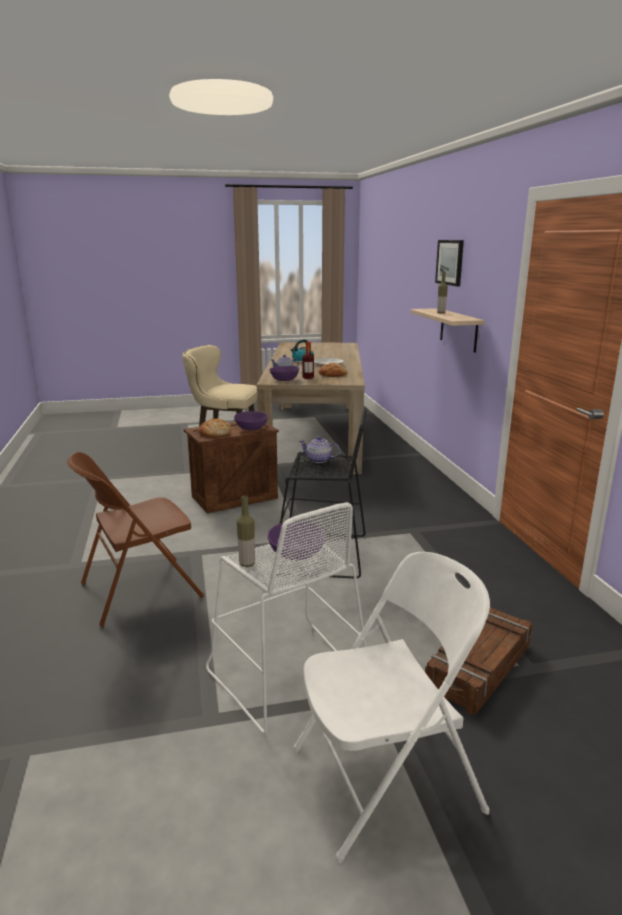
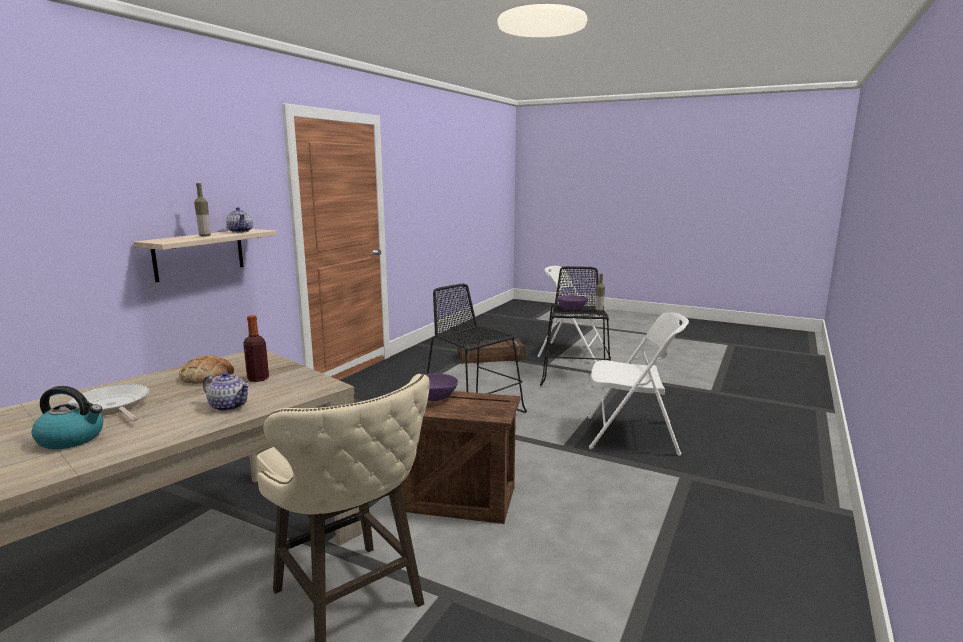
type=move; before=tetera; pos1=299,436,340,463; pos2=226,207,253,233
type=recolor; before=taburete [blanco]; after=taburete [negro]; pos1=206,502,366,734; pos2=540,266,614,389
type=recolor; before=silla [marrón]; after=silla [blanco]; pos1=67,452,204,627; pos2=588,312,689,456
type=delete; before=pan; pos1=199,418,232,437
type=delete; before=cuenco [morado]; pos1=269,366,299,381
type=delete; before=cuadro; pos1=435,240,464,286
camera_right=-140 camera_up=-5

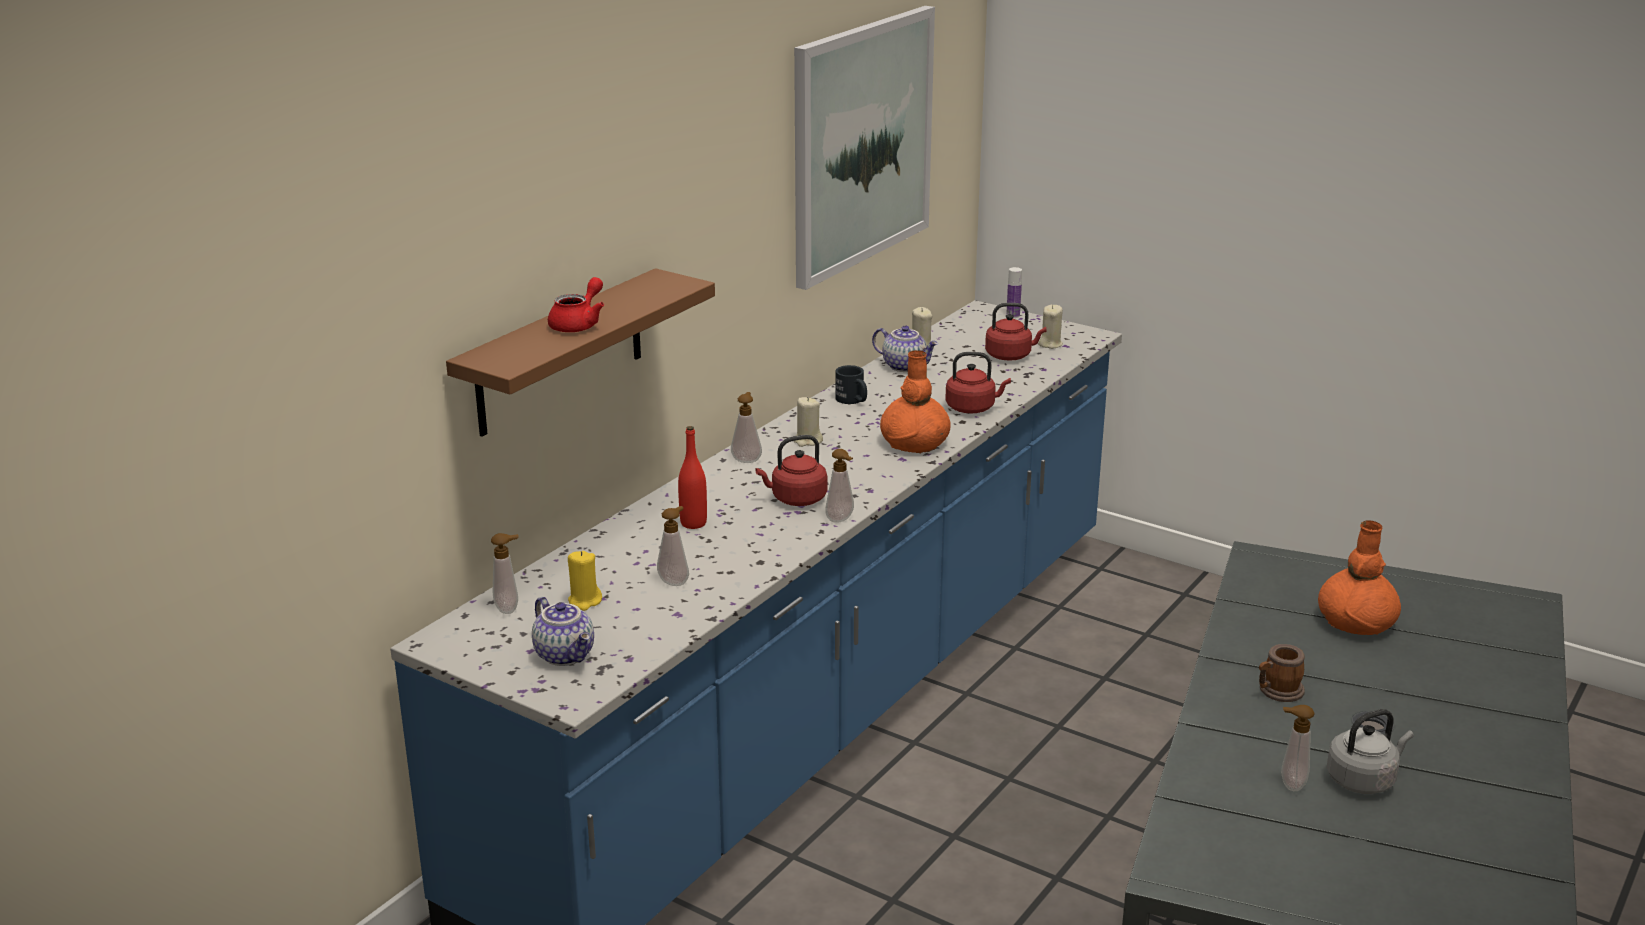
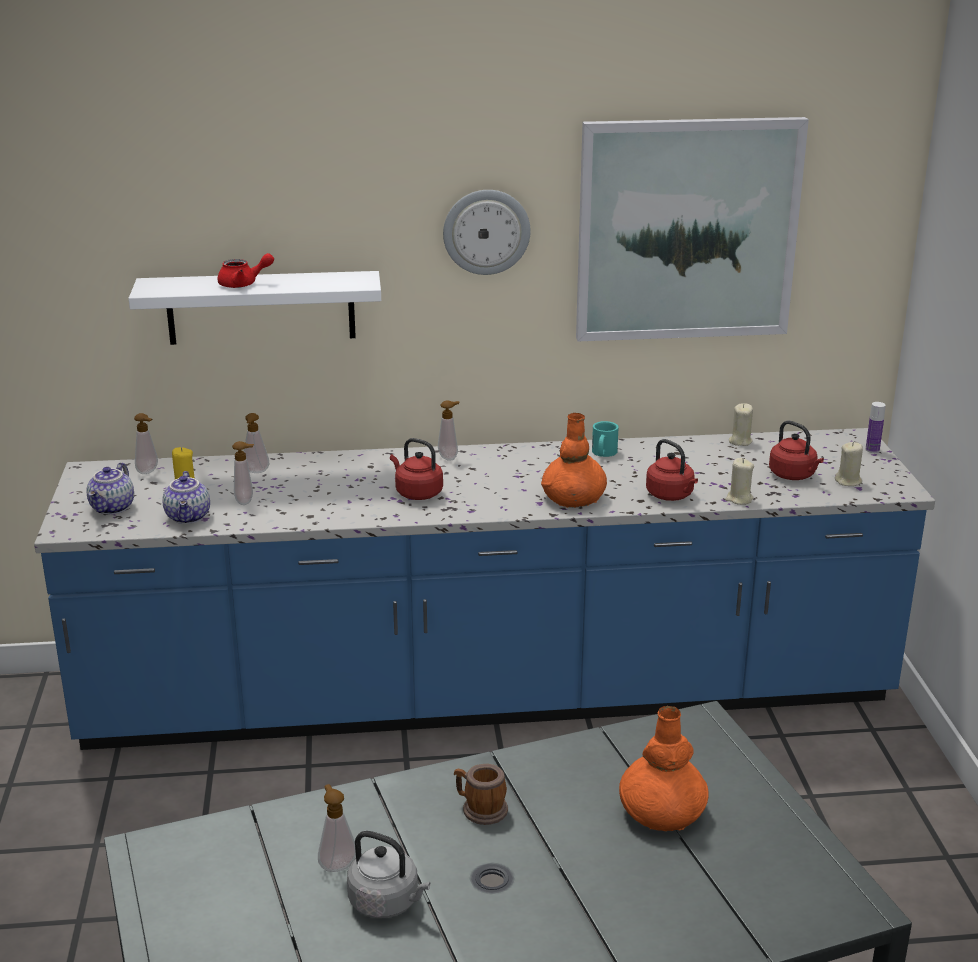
type=recolor; before=estante [marrón]; after=estante [blanco]; pos1=446,268,715,437; pos2=128,271,381,345
type=move; before=tetera; pos1=872,326,938,372; pos2=162,471,210,524
type=move; before=dispensador de jabón; pos1=825,449,854,523; pos2=244,413,270,473
type=insert; after=reloj de pared; pos2=443,190,531,275
type=recolor; before=taza grande [negro]; after=taza grande [turquesa]; pos1=835,365,867,404; pos2=592,421,619,457
type=move; before=vela [beis]; pos1=794,397,823,447; pos2=725,458,754,505
type=delete; before=botella [rojo]; pos1=678,426,707,529
camera_right=50 camera_up=0

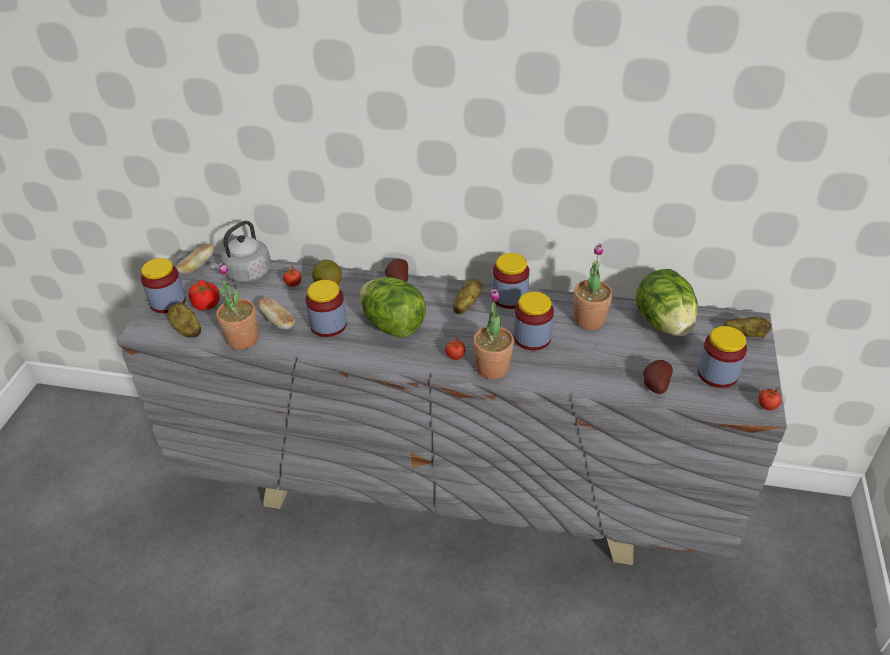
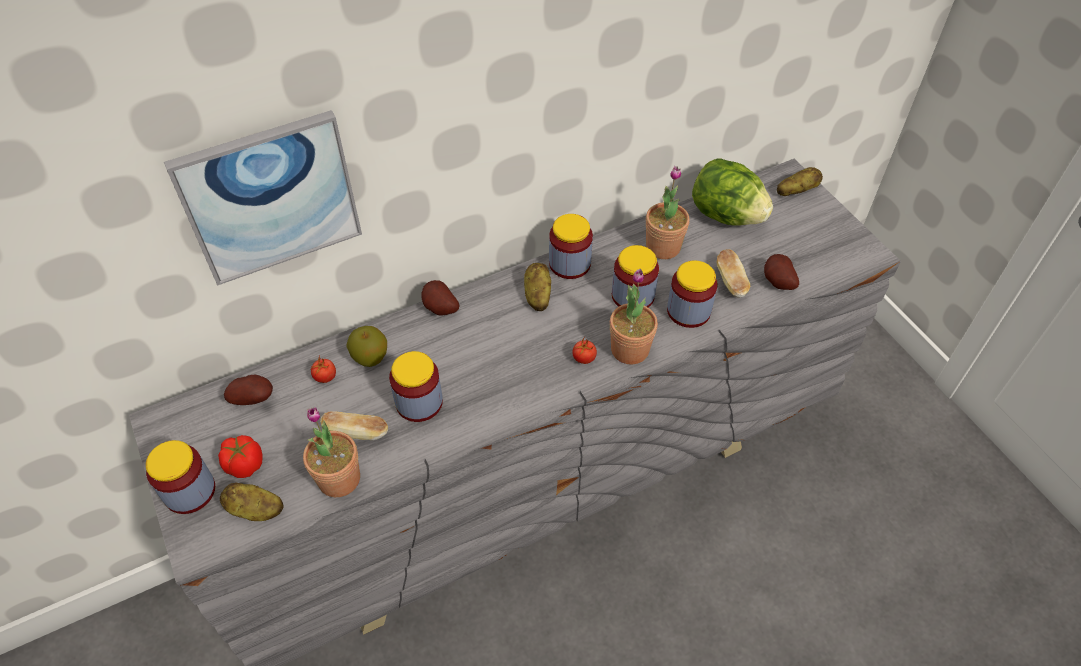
type=insert; after=cuadro; pos2=164,110,362,285
type=replace; before=hervidor [gris]; after=patata; pos1=210,221,271,283; pos2=224,375,273,405
type=move; before=tarro; pos1=698,326,747,388; pos2=667,260,718,328
type=move; before=pan; pos1=176,244,214,273; pos2=716,249,750,298
type=delete; before=lechuga; pos1=359,277,426,338
type=delete; before=tomate; pos1=758,387,782,410
camera_right=-40 camera_up=10

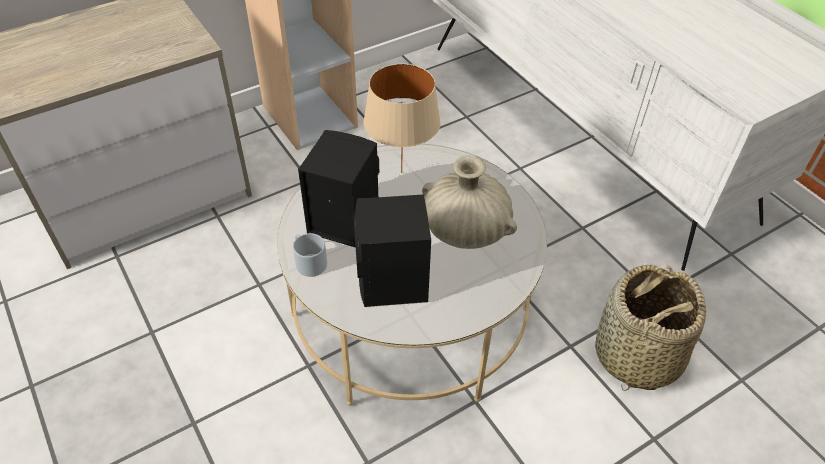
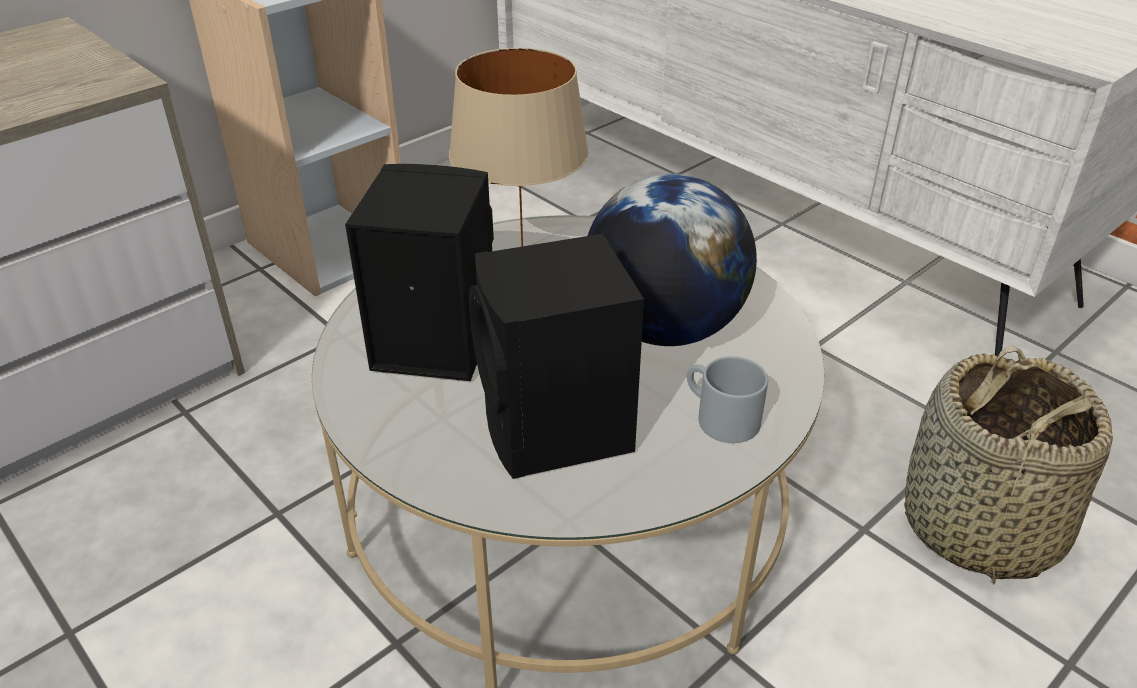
type=replace; before=florero [beis]; after=globo terráqueo; pos1=422,156,517,249; pos2=588,174,757,346
type=move; before=taza grande [gris]; pos1=293,233,327,277; pos2=687,356,768,443
camera_right=-10 camera_up=-10

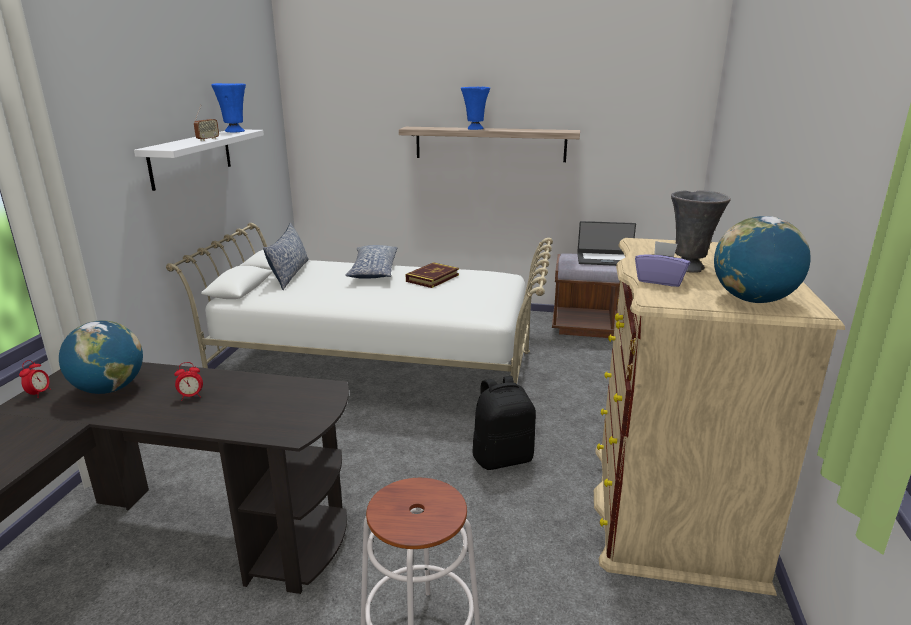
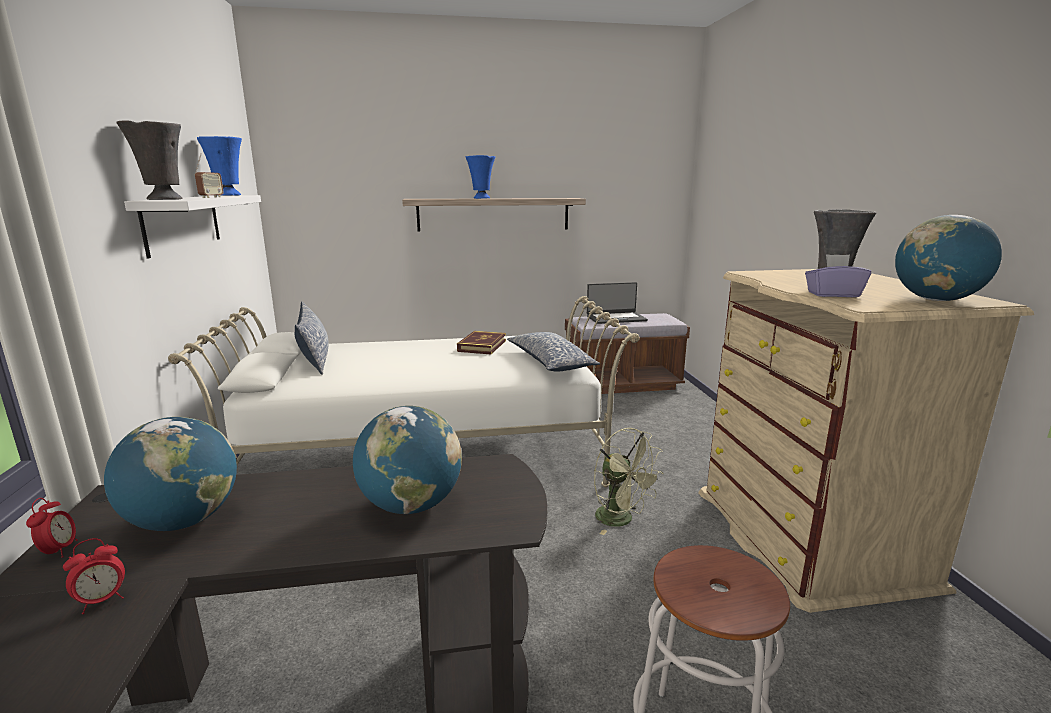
type=move; before=despertador; pos1=174,362,203,401; pos2=63,538,125,614
type=insert; after=florero [gris]; pos2=116,120,183,200
type=insert; after=globo terráqueo; pos2=353,406,462,514
type=move; before=cojín; pos1=345,245,397,279; pos2=507,332,600,372
type=replace; before=mochila [negro]; after=ventilador [verde]; pos1=472,376,536,470; pos2=594,428,664,535
camera_right=-20 camera_up=-5

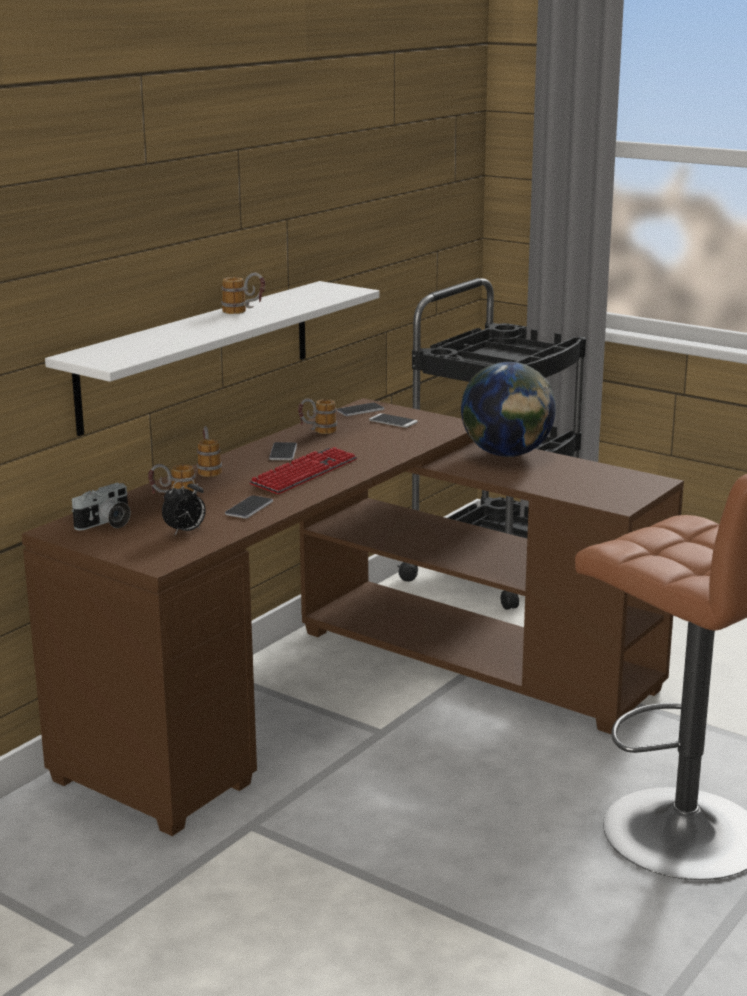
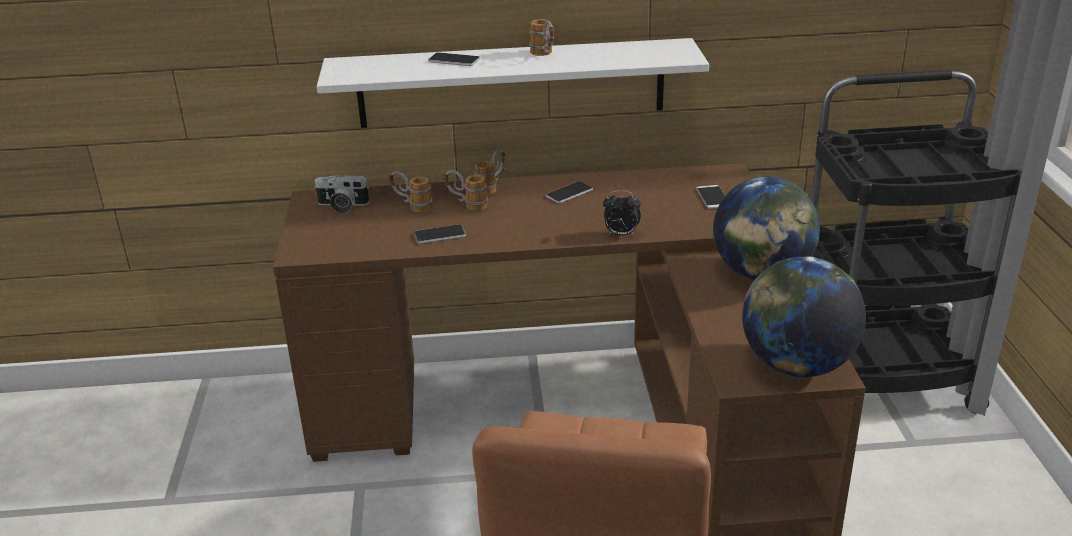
type=move; before=móvil; pos1=337,403,384,416; pos2=428,52,480,66
type=move; before=taza grande; pos1=298,398,337,434; pos2=444,170,488,211
type=move; before=despertador; pos1=162,478,206,535; pos2=603,190,641,235
type=insert; after=globo terráqueo; pos2=742,257,866,377
type=delete; before=teclado; pos1=249,447,357,494
camera_right=50 camera_up=10

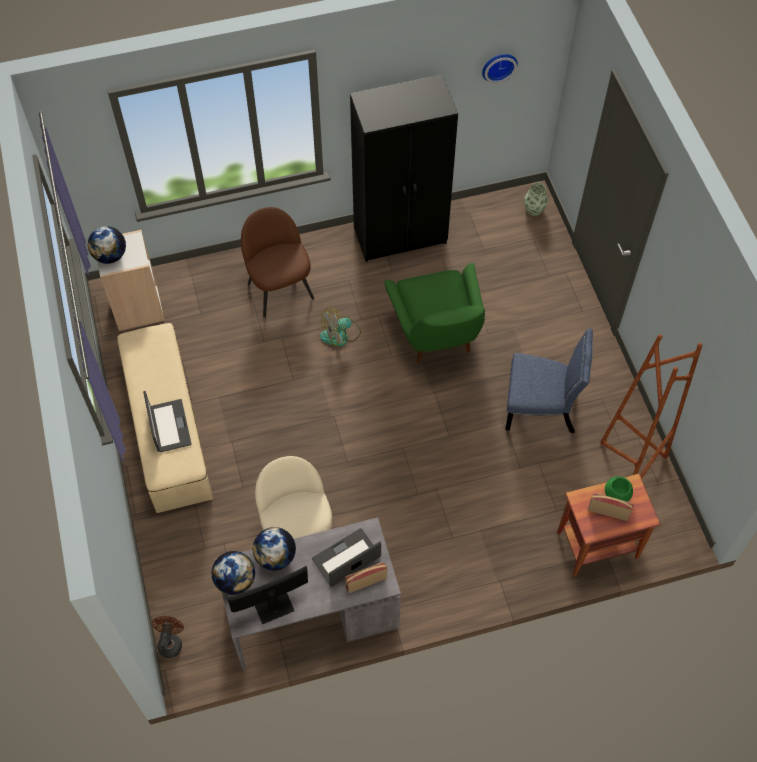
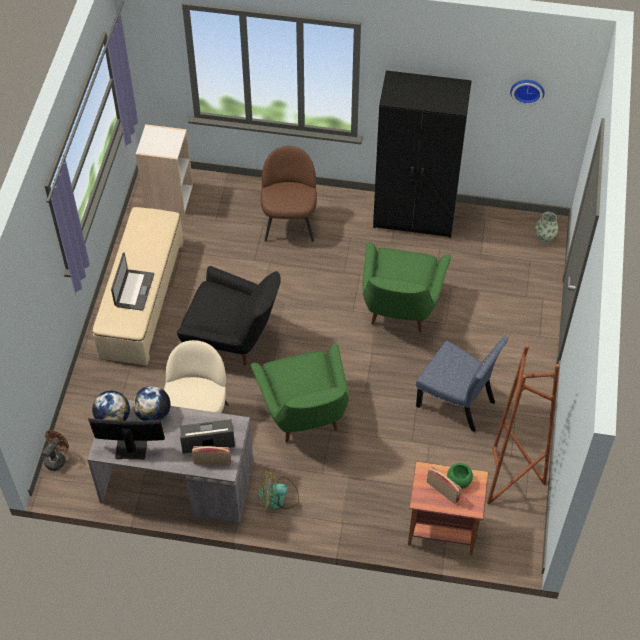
type=insert; after=sillón [negro]; pos2=177,266,281,366
type=insert; after=sillón [verde]; pos2=251,344,348,443
type=move; before=ventilador; pos1=320,308,361,347; pos2=258,469,299,510
type=delete; before=globo terráqueo; pos1=88,226,126,264
camera_right=25 camera_up=-5

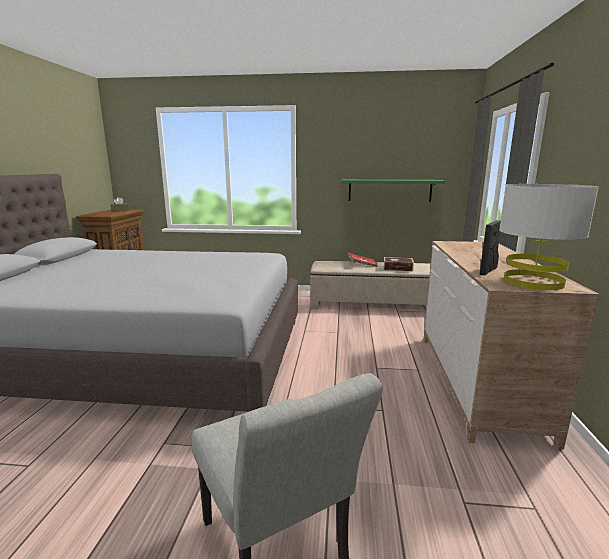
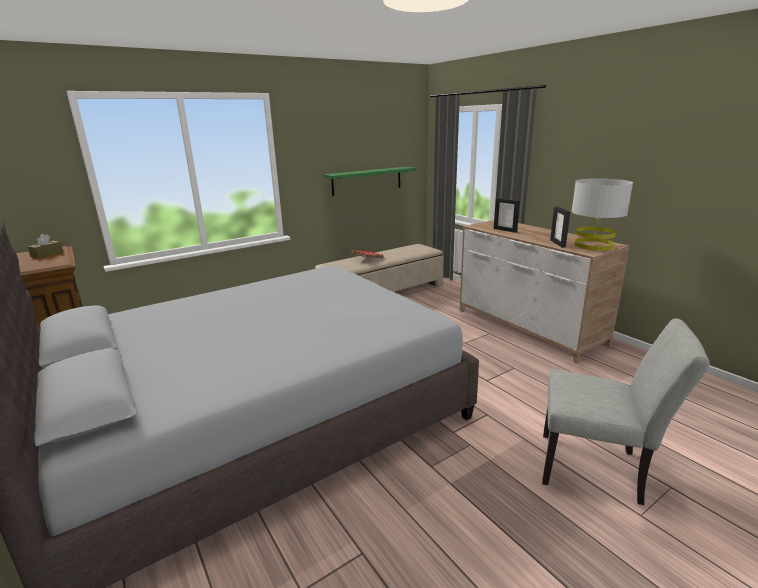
type=insert; after=portarretratos; pos2=494,198,520,233
type=delete; before=libro; pos1=384,257,414,271
camera_right=-40 camera_up=5

